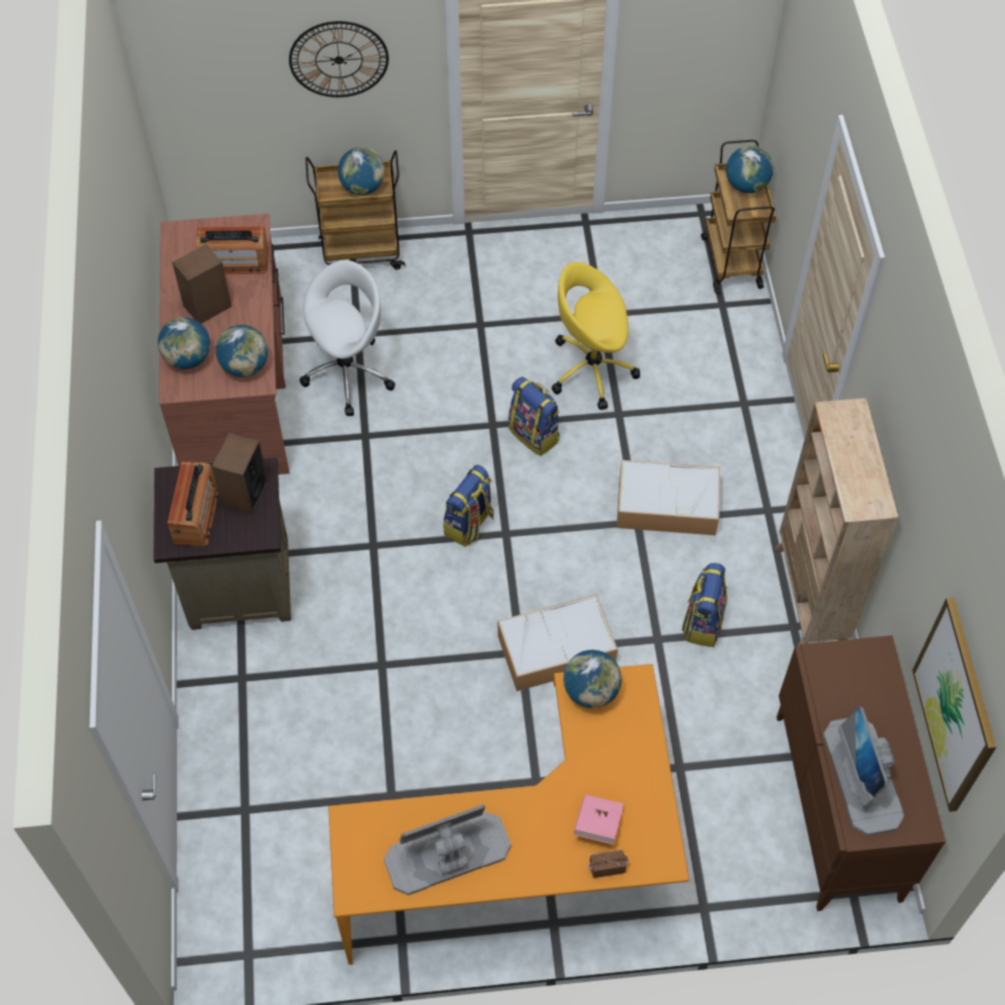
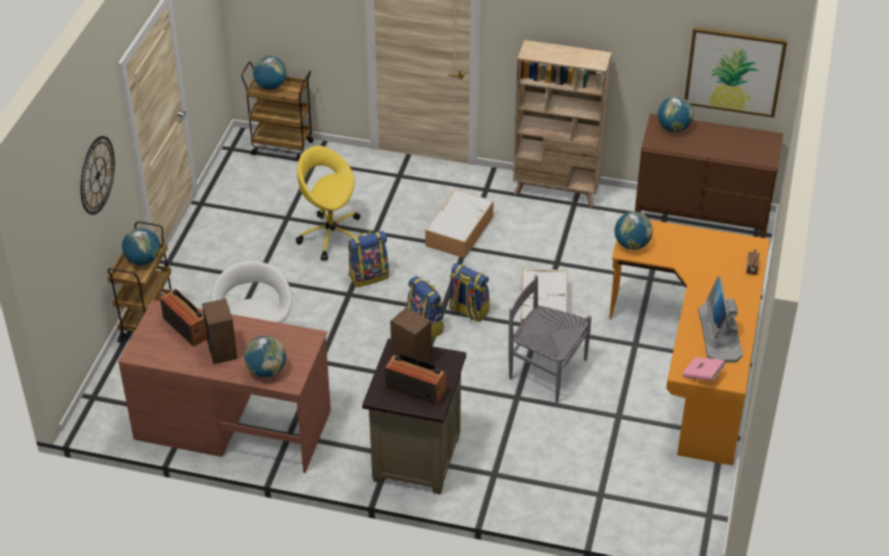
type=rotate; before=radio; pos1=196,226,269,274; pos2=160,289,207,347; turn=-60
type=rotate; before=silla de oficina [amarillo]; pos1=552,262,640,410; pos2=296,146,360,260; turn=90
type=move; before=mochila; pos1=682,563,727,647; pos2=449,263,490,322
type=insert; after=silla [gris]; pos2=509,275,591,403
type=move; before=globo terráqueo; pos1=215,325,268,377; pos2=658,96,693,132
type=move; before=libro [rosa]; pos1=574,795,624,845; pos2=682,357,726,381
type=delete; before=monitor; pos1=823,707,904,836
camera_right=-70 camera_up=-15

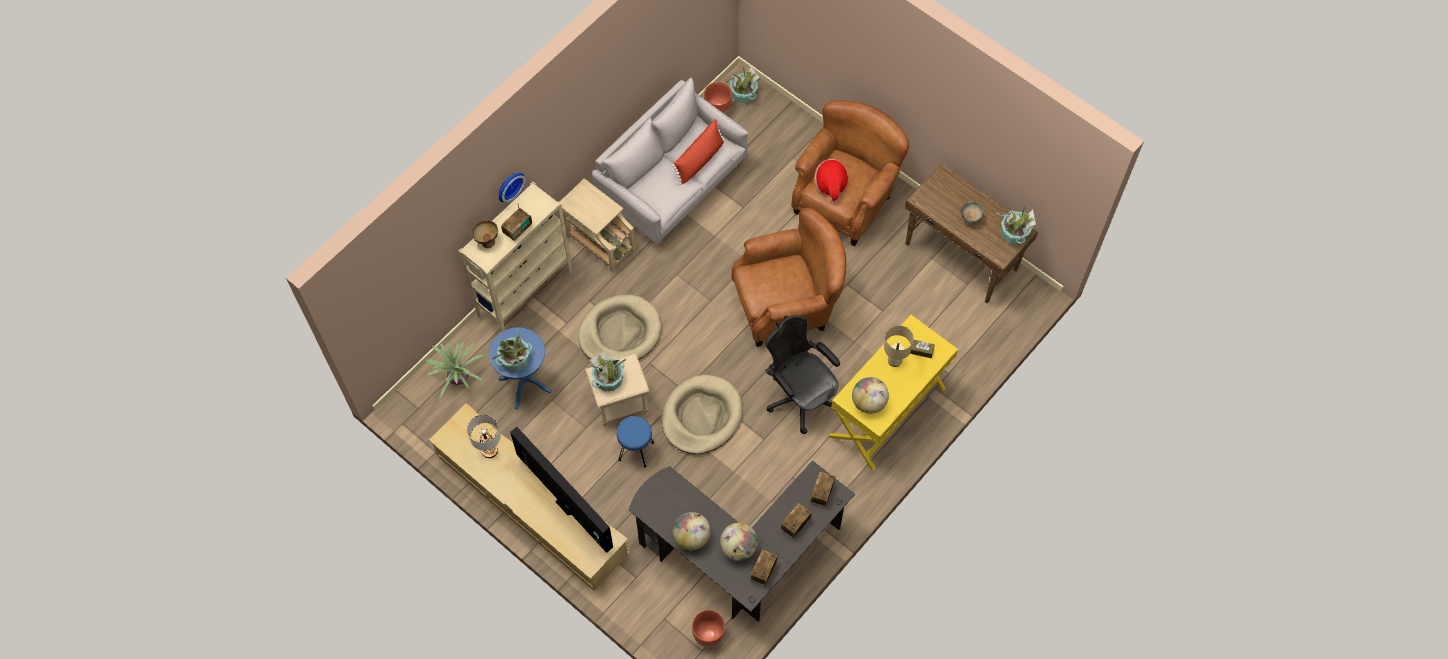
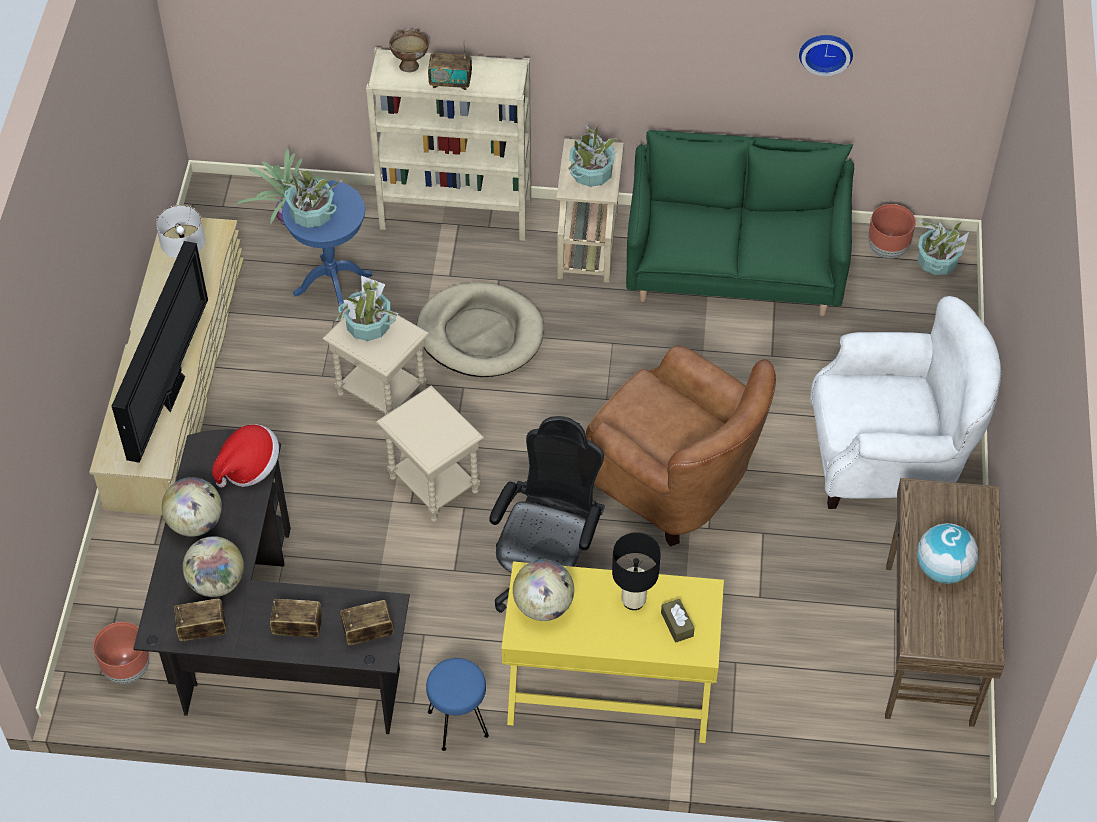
type=move; before=sombrero; pos1=815,159,848,203; pos2=212,424,279,488
type=replace; before=cama para perro [beis]; after=mesa auxiliar [beis]; pos1=662,374,743,454; pos2=376,386,484,522
type=move; before=taburete [azul]; pos1=616,416,654,467; pos2=426,658,489,751
type=move; before=planta en maceta; pos1=996,205,1036,244; pos2=568,125,618,187
type=recolor; before=lámpara de mesa [beis]; after=lámpara de mesa [negro]; pos1=884,325,914,367; pos2=612,532,660,610
type=recolor; before=sofá [gris]; after=sofá [verde]; pos1=592,76,748,244; pos2=626,130,854,316
type=move; before=reloj de pared; pos1=499,172,525,203; pos2=799,35,853,76
type=recolor; before=sillón [marrón]; after=sillón [blanco]; pos1=791,100,909,246; pos2=810,296,1002,509
type=replace; before=cuenco [gris]; after=globo terráqueo; pos1=962,201,984,224; pos2=917,523,978,584
type=delete; before=cojín [rojo]; pos1=672,119,724,185
camera_right=55 camera_up=-10

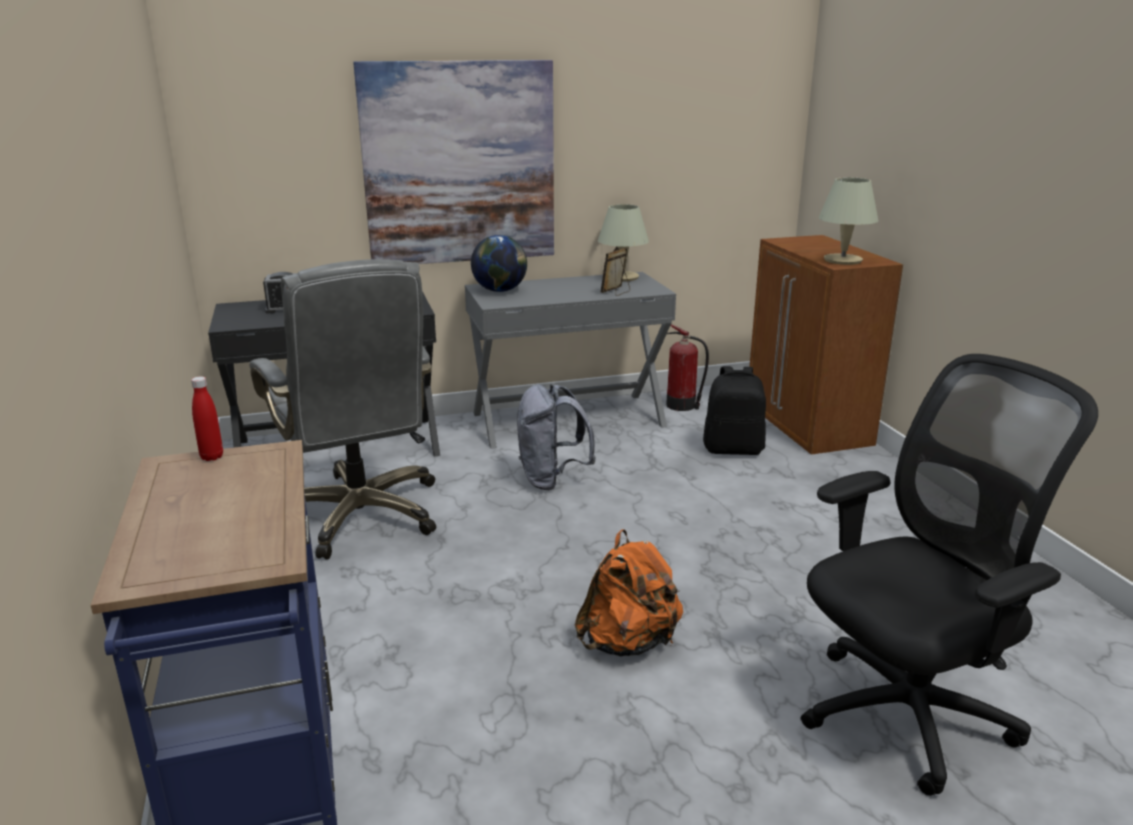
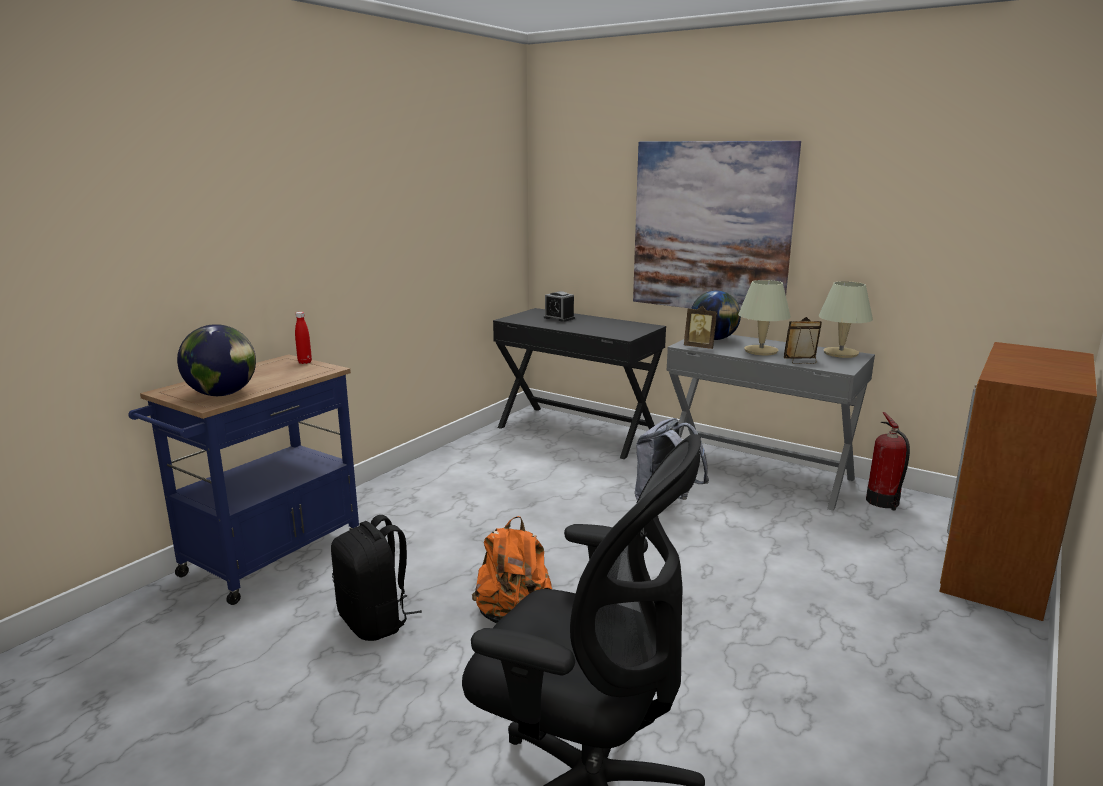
type=insert; after=globo terráqueo; pos2=177,324,256,396
type=move; before=mochila [negro]; pos1=703,366,766,455; pos2=331,515,422,641
type=insert; after=portarretratos; pos2=684,306,717,349
type=move; before=lámpara de mesa [beis]; pos1=818,177,878,265; pos2=738,280,791,355
type=delete; before=silla de oficina [gris]; pos1=249,259,436,560
camera_right=50 camera_up=-5

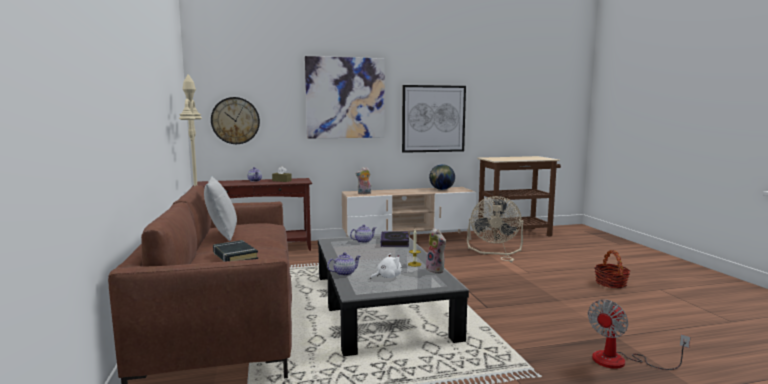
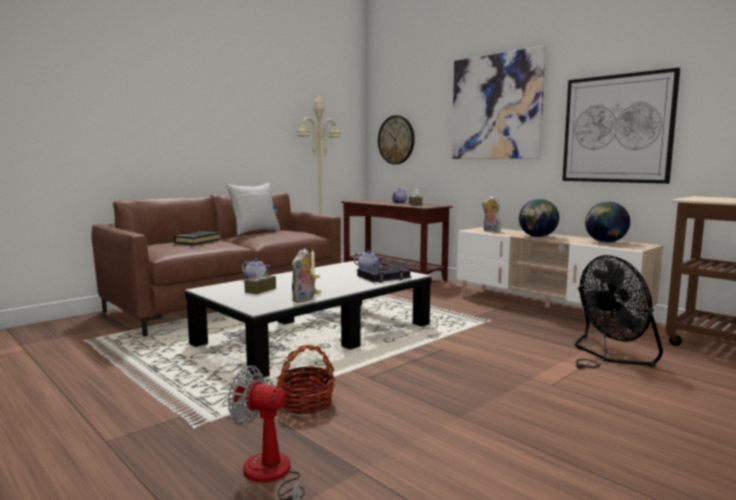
type=replace; before=peluche [blanco]; after=caja de pañuelos [marrón]; pos1=370,253,402,279; pos2=244,266,276,295
type=move; before=cesta; pos1=594,250,630,288; pos2=277,345,336,415
type=insert; after=globo terráqueo; pos2=519,199,559,237
type=recolor; before=ventilador [beis]; after=ventilador [negro]; pos1=467,196,523,262; pos2=574,255,663,369
camera_right=60 camera_up=0

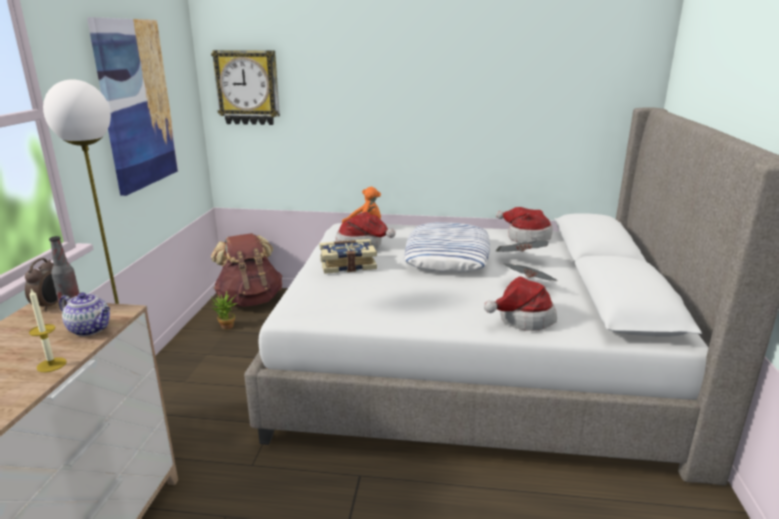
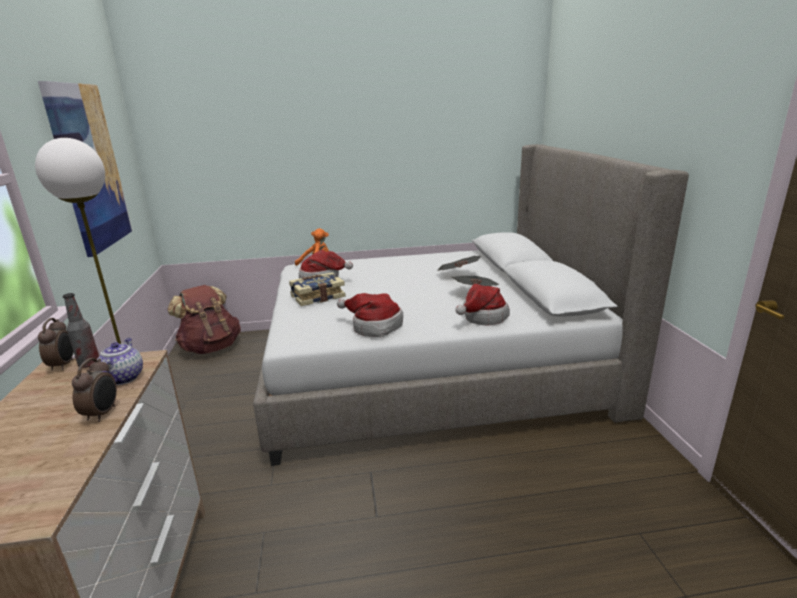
type=replace; before=vela; after=despertador; pos1=29,289,67,372; pos2=72,358,117,422
type=rotate; before=tetera; pos1=59,292,110,336; pos2=97,338,143,385; turn=-105
type=move; before=sombrero; pos1=496,207,553,243; pos2=337,293,403,337
type=delete; before=reloj de pared; pos1=211,50,280,125
type=delete; before=planta en maceta; pos1=211,292,238,329
type=delete; before=cojín; pos1=404,222,490,272
camera_right=-15 camera_up=0

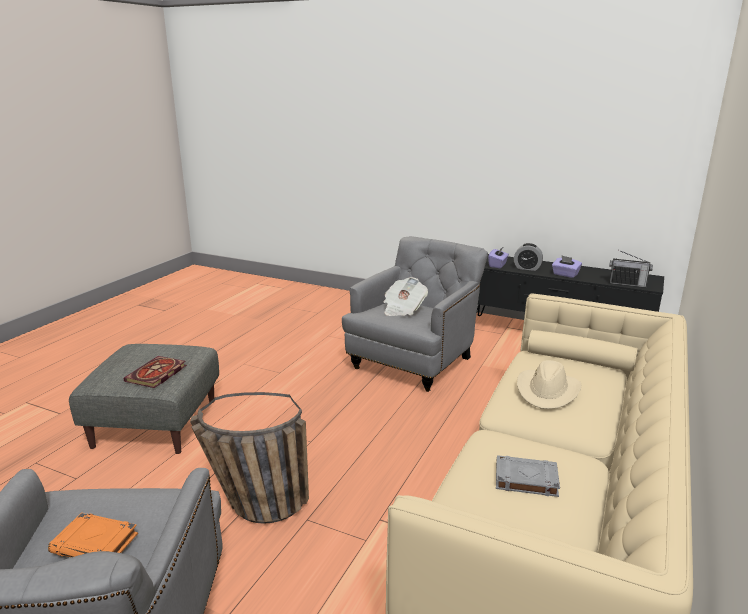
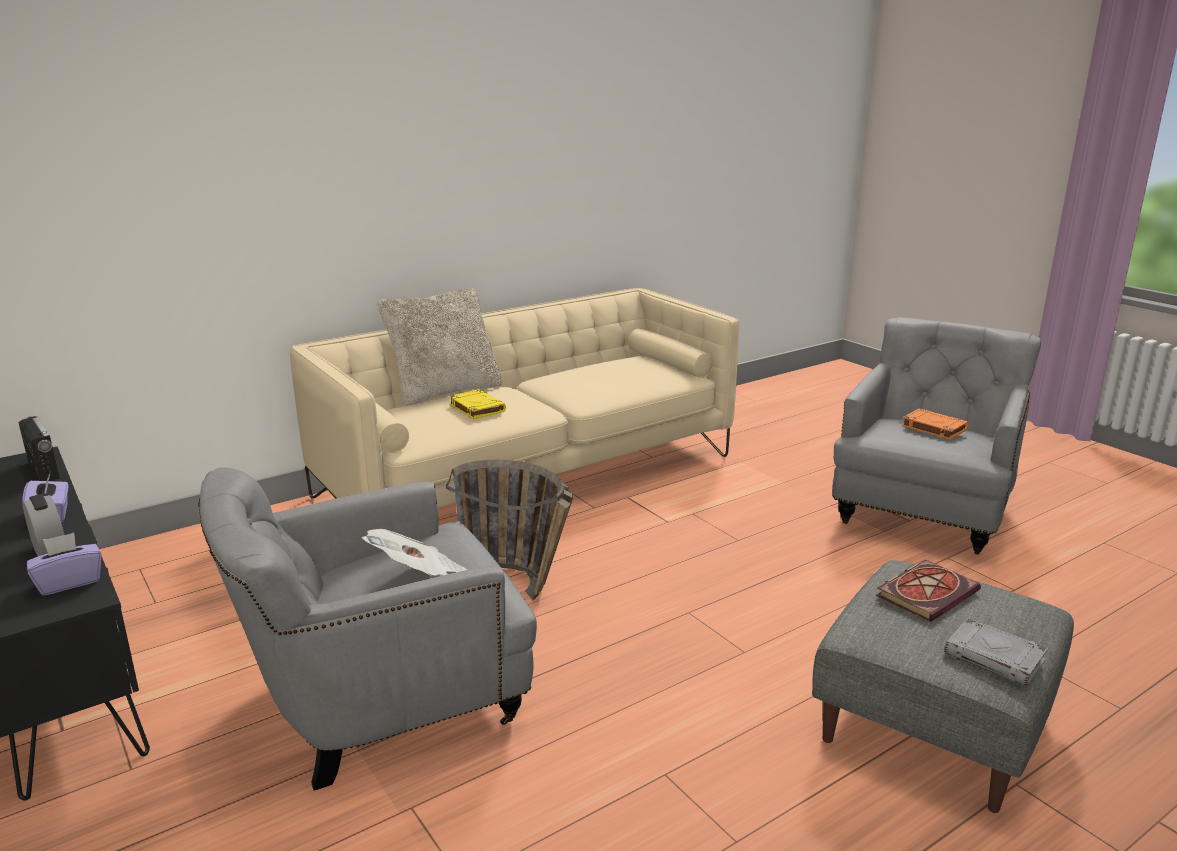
type=insert; after=cojín [beis]; pos2=377,288,502,406
type=move; before=cesta; pos1=190,392,309,524; pos2=446,460,573,600
type=replace; before=sombrero [beis]; after=libro [amarillo]; pos1=517,360,581,409; pos2=449,389,506,419
type=move; before=libro [gris]; pos1=496,455,560,497; pos2=944,618,1048,686
camera_right=-150 camera_up=0

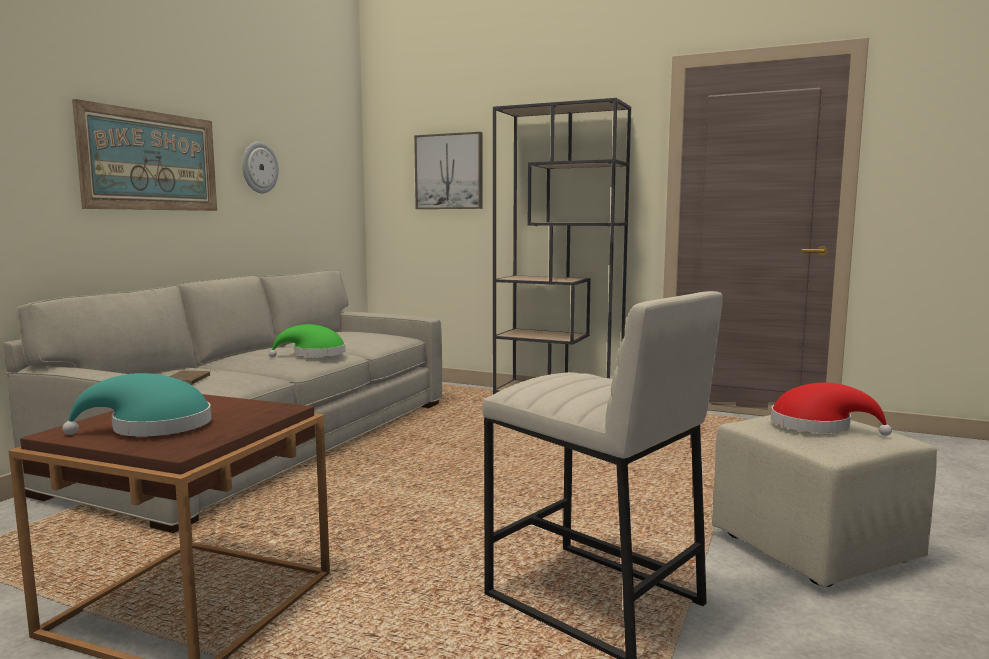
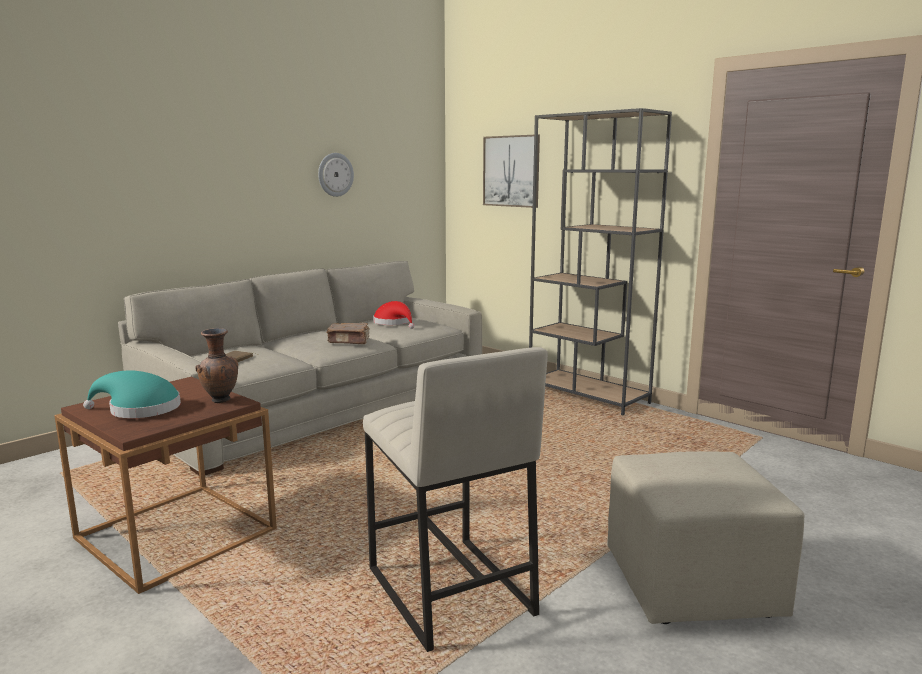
type=insert; after=florero [marrón]; pos2=195,328,238,403
type=replace; before=sombrero [verde]; after=libro [marrón]; pos1=269,324,345,357; pos2=327,323,370,344
type=move; before=sombrero [rojo]; pos1=771,383,892,436; pos2=373,301,415,329
type=delete; before=cuadro; pos1=72,99,217,211
camera_right=20 camera_up=5

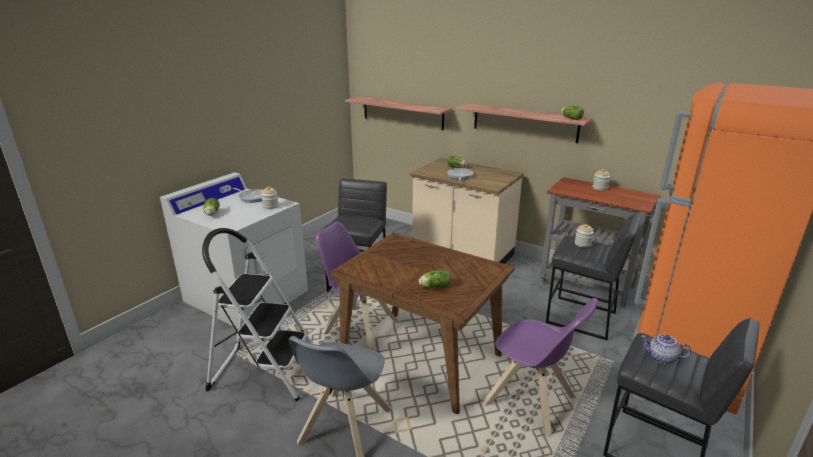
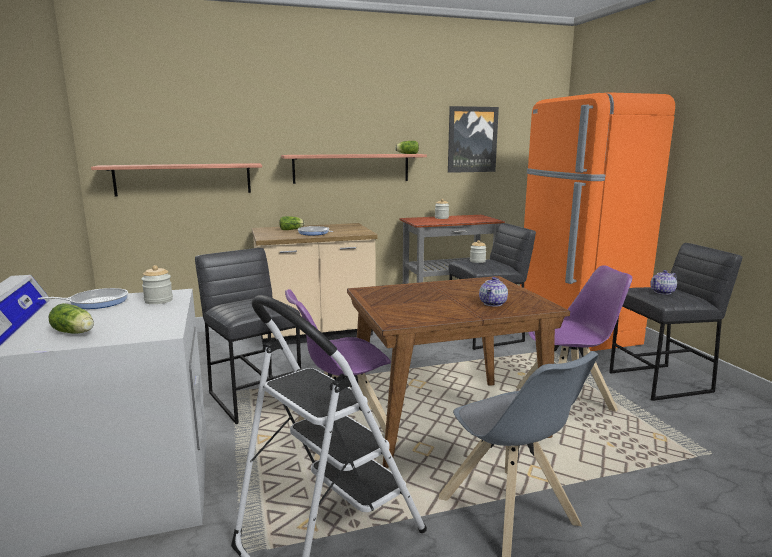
type=insert; after=cuadro; pos2=448,106,499,173
type=replace; before=lechuga; after=tetera; pos1=419,269,451,288; pos2=479,277,508,307
camera_right=-50 camera_up=-10

